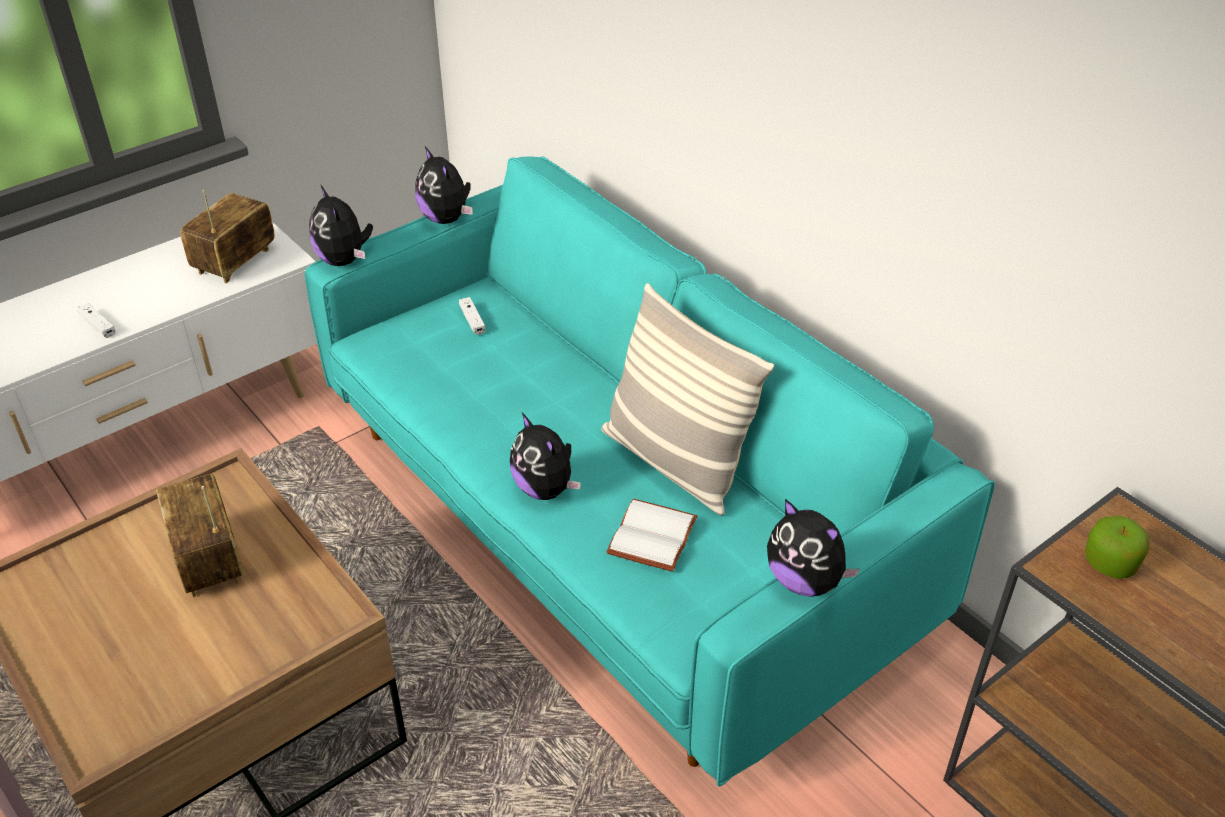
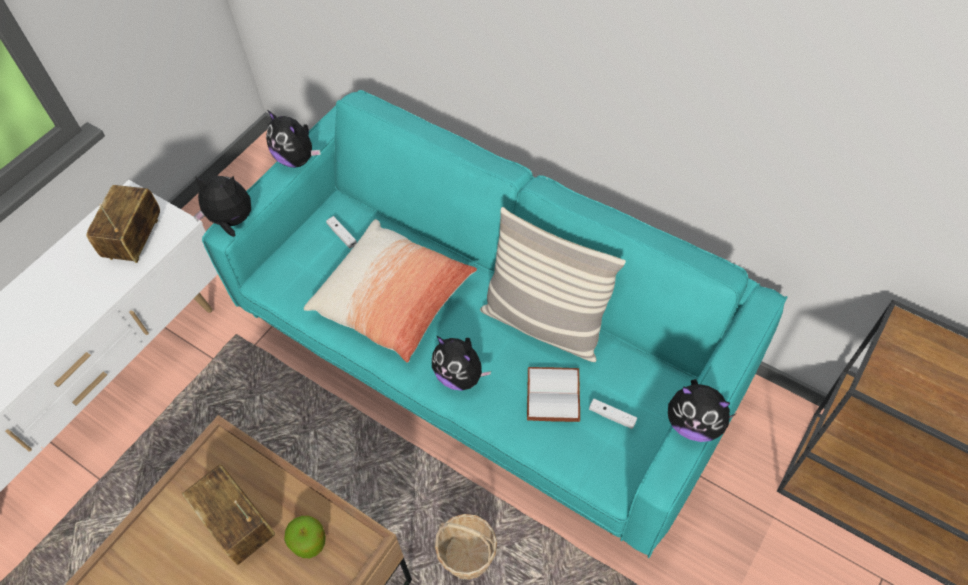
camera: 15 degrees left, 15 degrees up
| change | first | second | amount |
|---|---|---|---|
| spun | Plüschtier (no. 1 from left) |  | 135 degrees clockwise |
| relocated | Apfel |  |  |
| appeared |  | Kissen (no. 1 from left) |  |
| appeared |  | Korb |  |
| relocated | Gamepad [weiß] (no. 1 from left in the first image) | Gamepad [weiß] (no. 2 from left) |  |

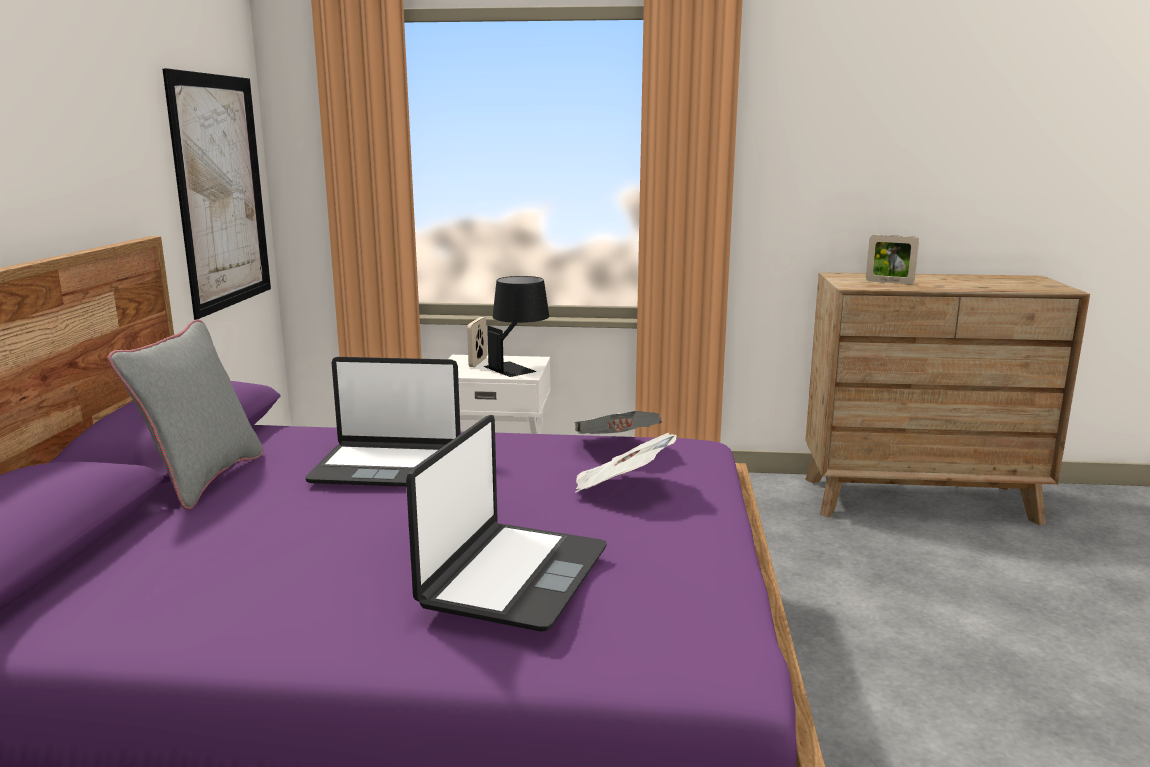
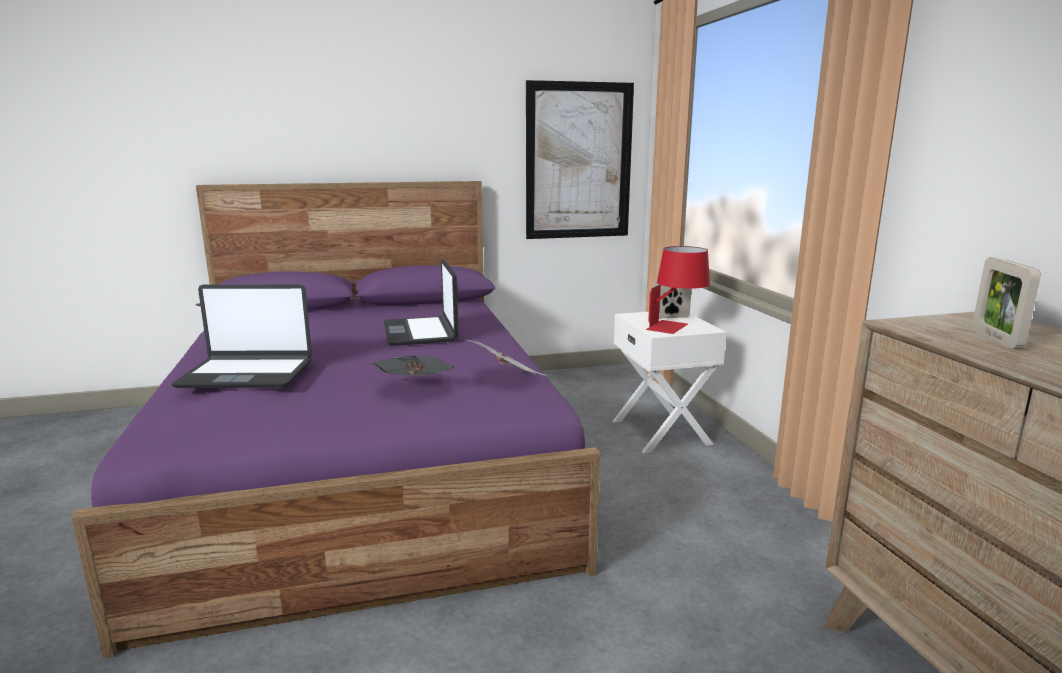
camera: 70 degrees right, 0 degrees up
| change | first | second | amount |
|---|---|---|---|
| colour | Tischlampe [schwarz] | Tischlampe [rot] |  |
| missing | Kissen [grau] |  |  |

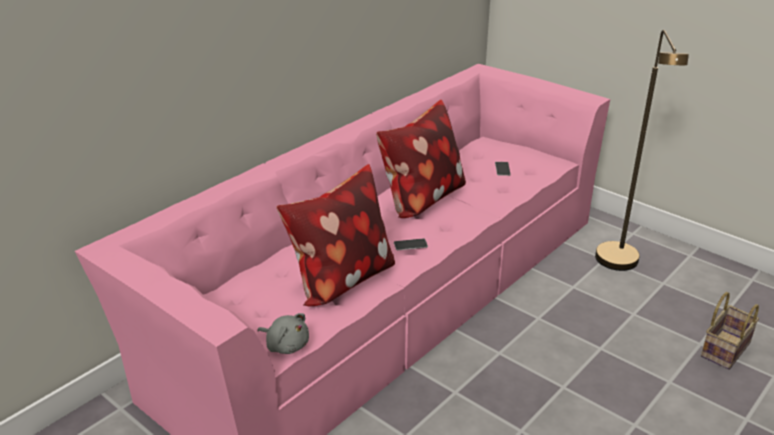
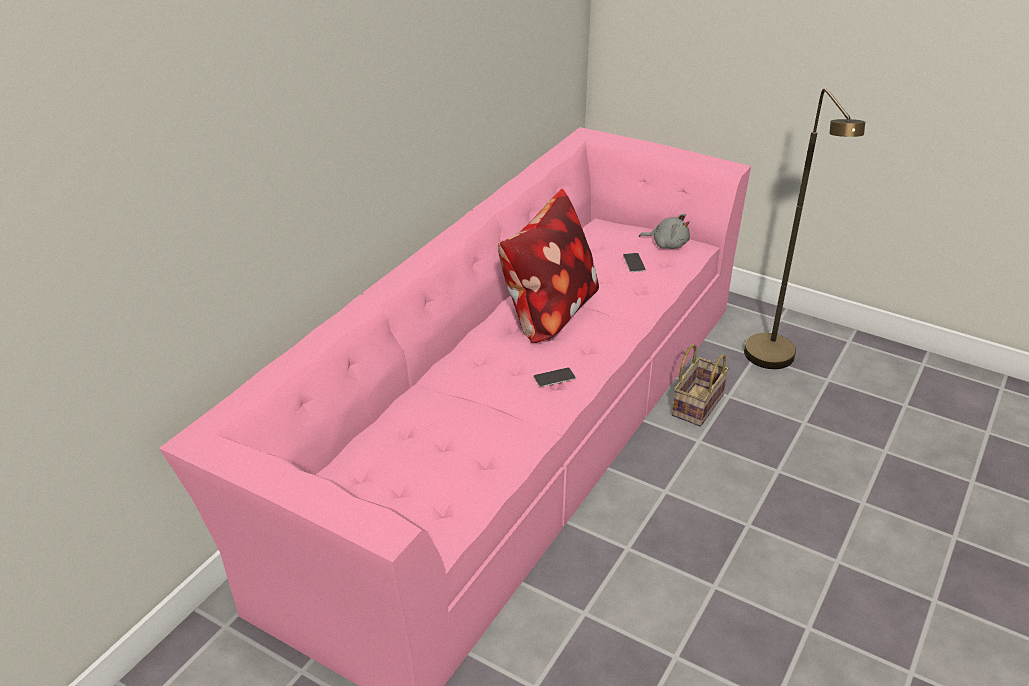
camera: 10 degrees left, 5 degrees up
| change | first | second | amount |
|---|---|---|---|
| relocated | Plüschtier [grau] |  |  |
| relocated | Korb |  |  |
| missing | Kissen (no. 1 from left) |  |  |

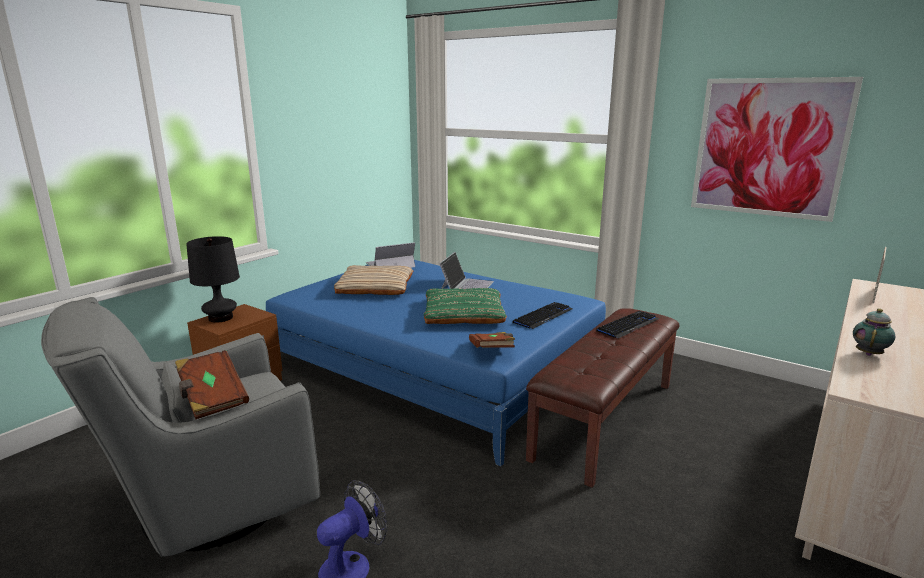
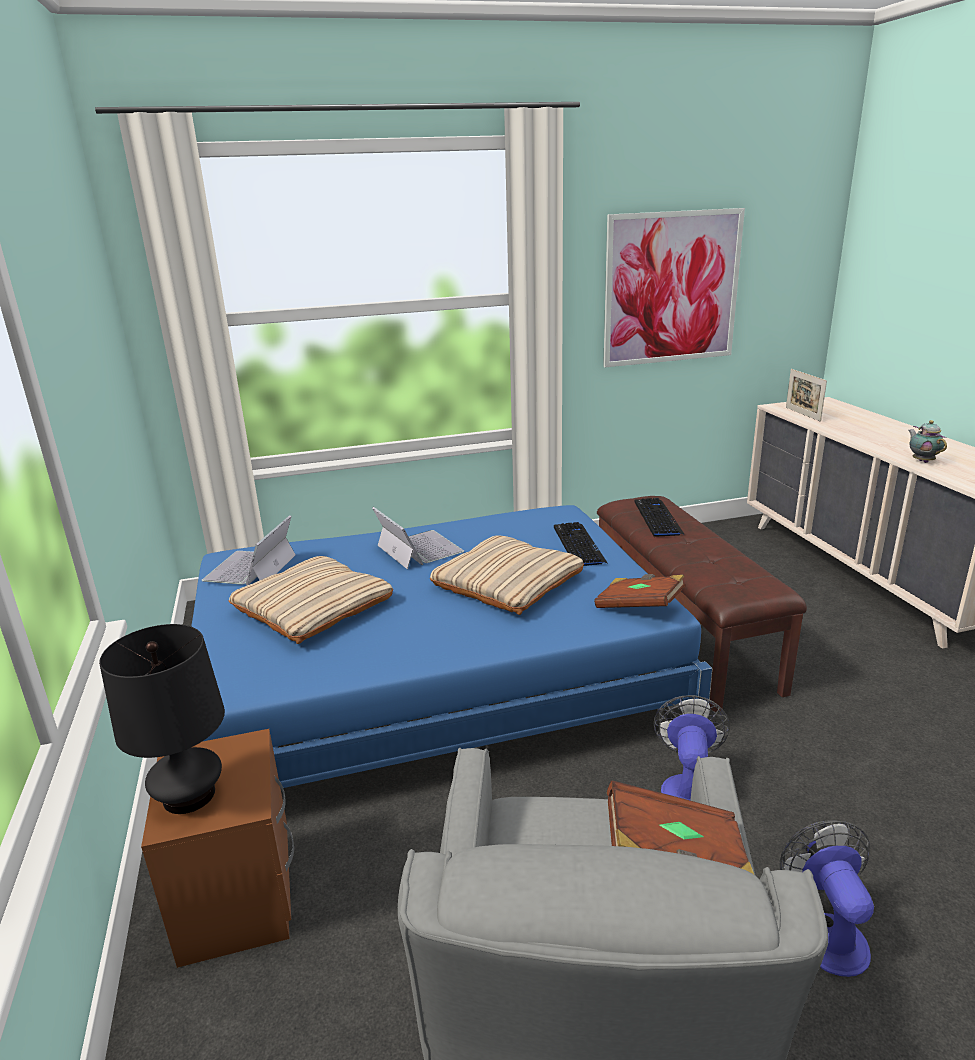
camera: 50 degrees left, 5 degrees up
| change | first | second | amount |
|---|---|---|---|
| colour | Kissen [grün] | Kissen [beige] (no. 2 from left) |  |
| appeared |  | Ventilator (no. 1 from left) |  |

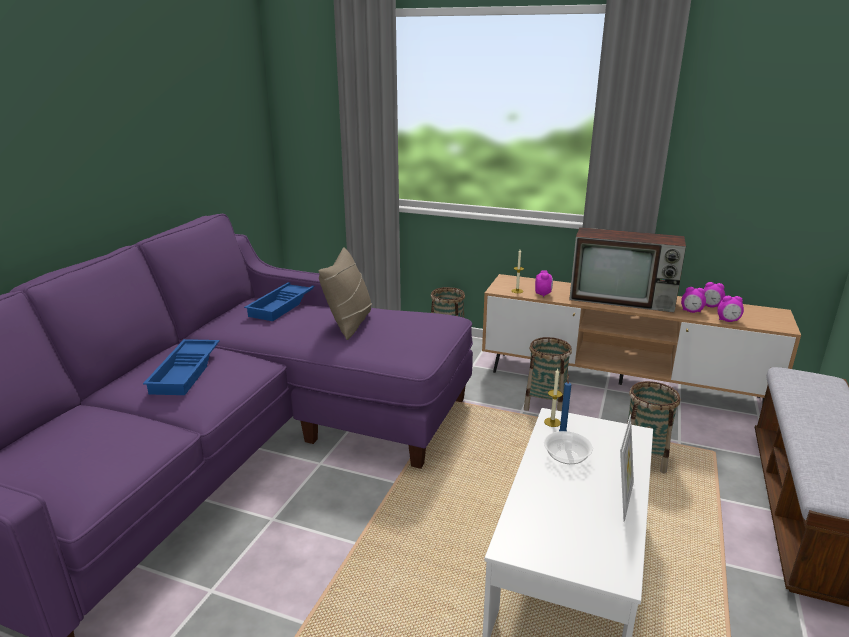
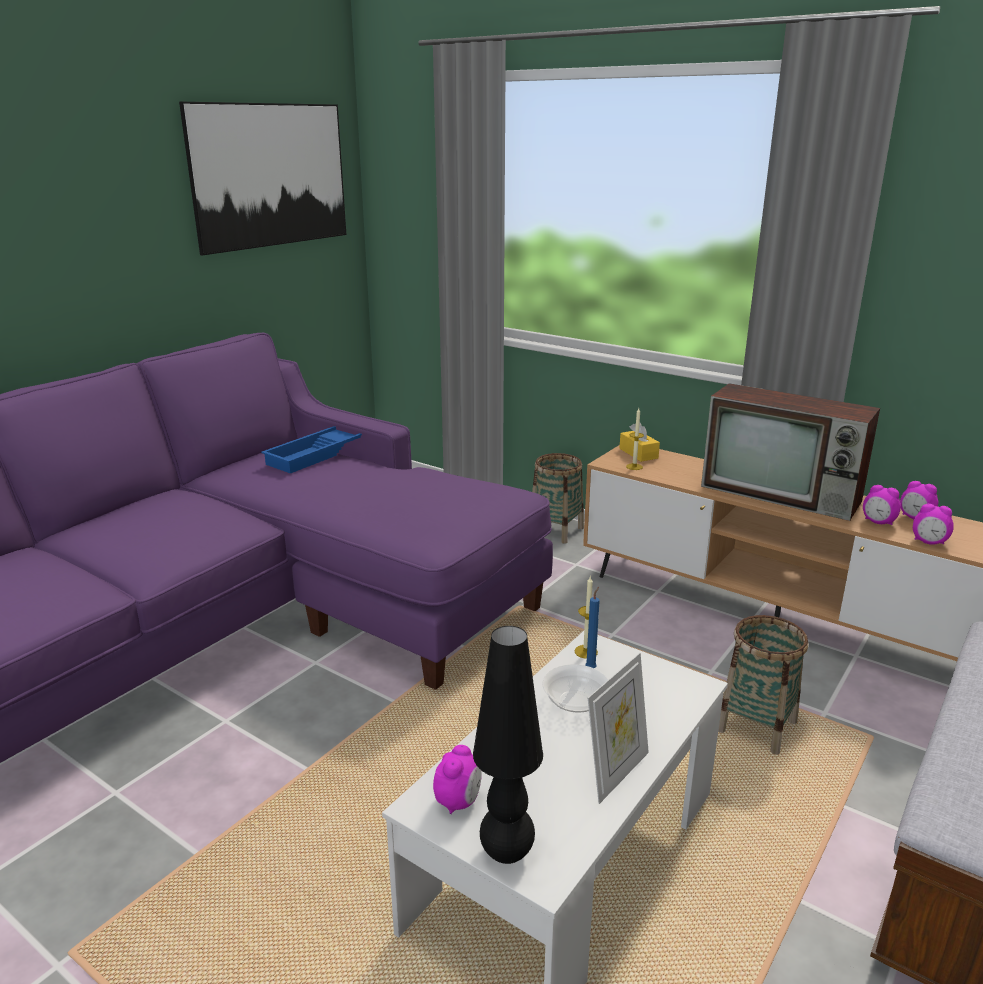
camera: 15 degrees right, 0 degrees up
| change | first | second | amount |
|---|---|---|---|
| appeared |  | Bild |  |
| relocated | Wecker (no. 1 from left) |  |  |
| appeared |  | Tischlampe [schwarz] |  |
| appeared |  | Taschentuchbox [gelb] |  |
| missing | Tablett [blau] (no. 1 from left) |  |  |
| missing | Kissen [beige] |  |  |
| missing | Korb (no. 2 from left) |  |  |

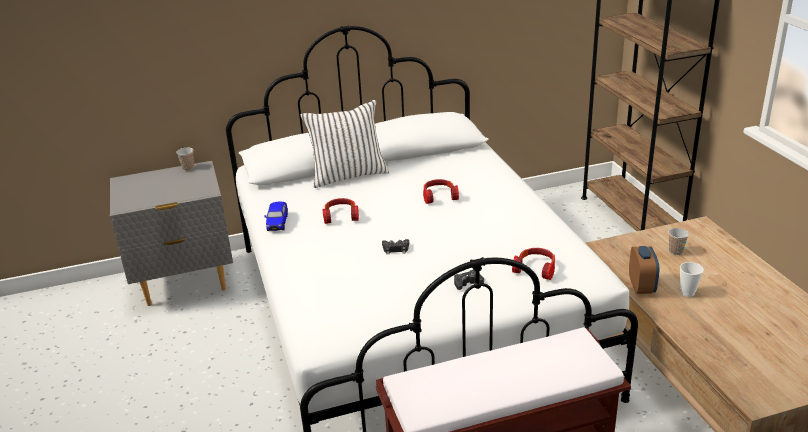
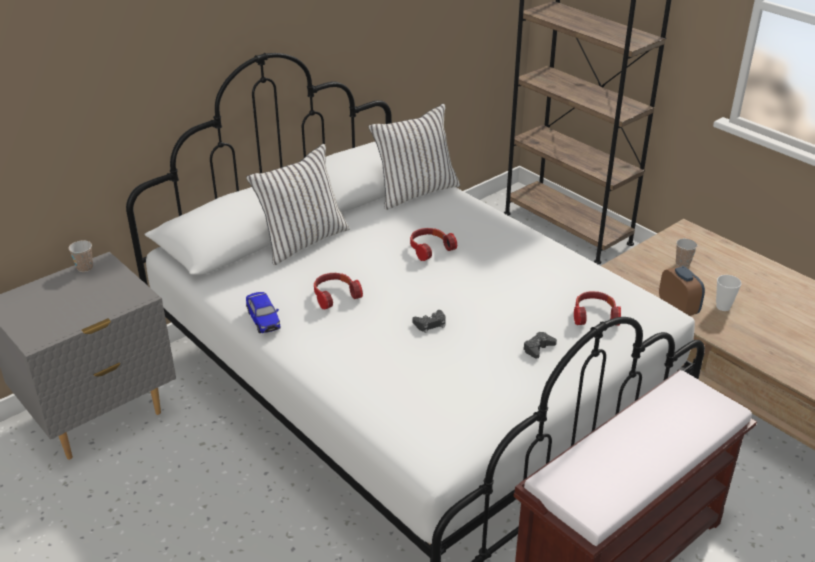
camera: 25 degrees left, 5 degrees up
| change | first | second | amount |
|---|---|---|---|
| appeared |  | Kissen [weiß] (no. 2 from left) |  |

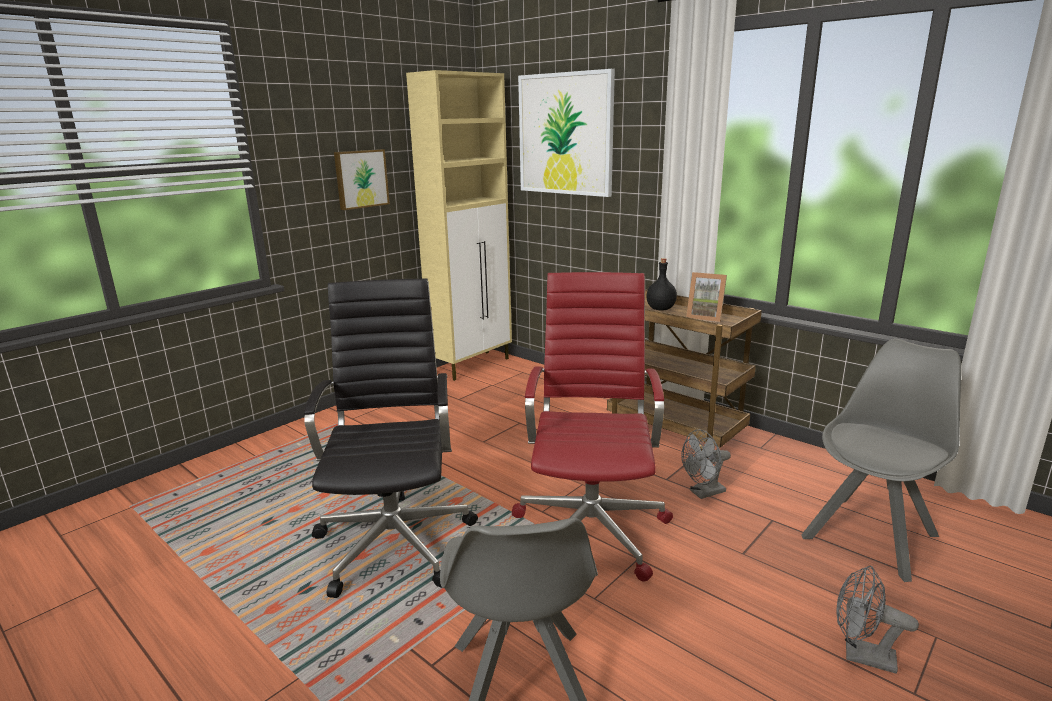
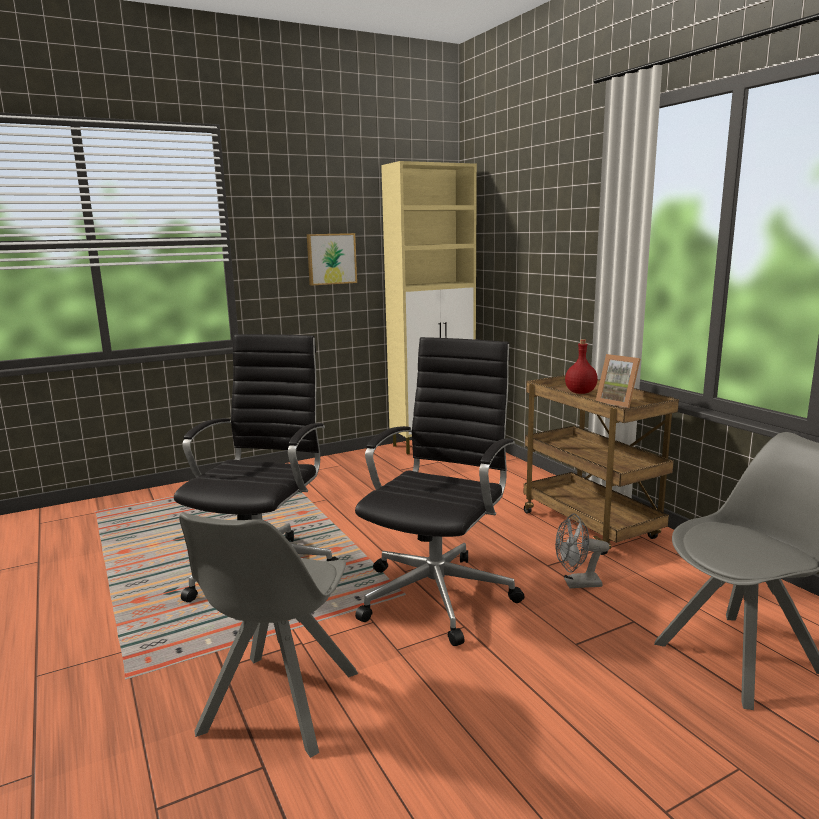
camera: 20 degrees right, 5 degrees down
| change | first | second | amount |
|---|---|---|---|
| colour | Bürostuhl [rot] | Bürostuhl [schwarz] (no. 2 from left) |  |
| colour | Flasche [schwarz] | Flasche [rot] |  |
| missing | Bild (no. 2 from left) |  |  |
| missing | Ventilator [grau] (no. 2 from left) |  |  |

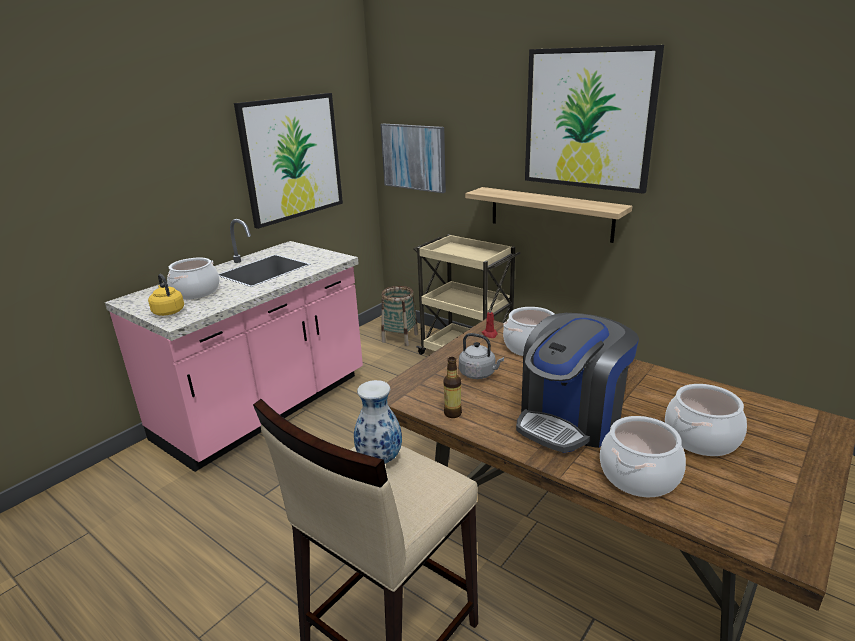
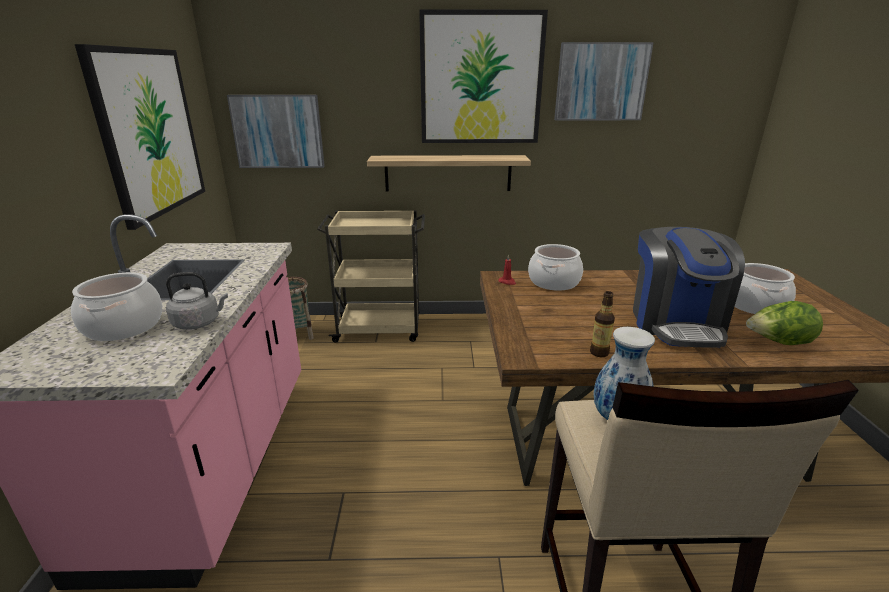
camera: 40 degrees left, 0 degrees up
| change | first | second | amount |
|---|---|---|---|
| relocated | Wasserkessel [grau] |  |  |
| appeared |  | Bild (no. 4 from left) |  |
| exchanged | Kochtopf (no. 3 from left) | Salatkopf |  |
| missing | Wasserkessel [gelb] |  |  |

